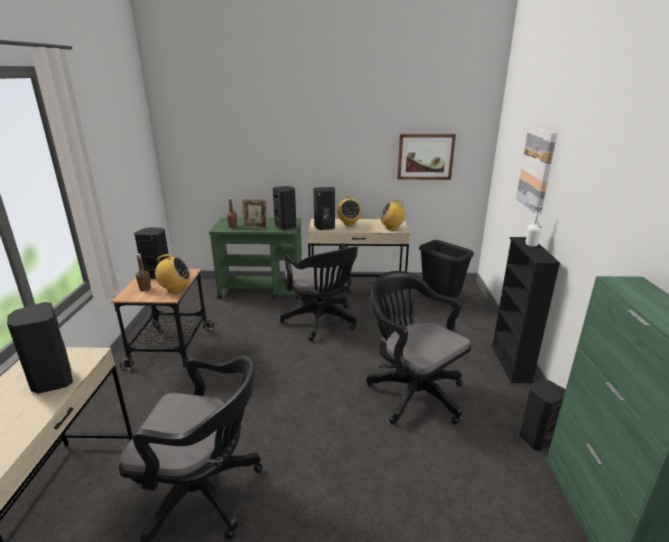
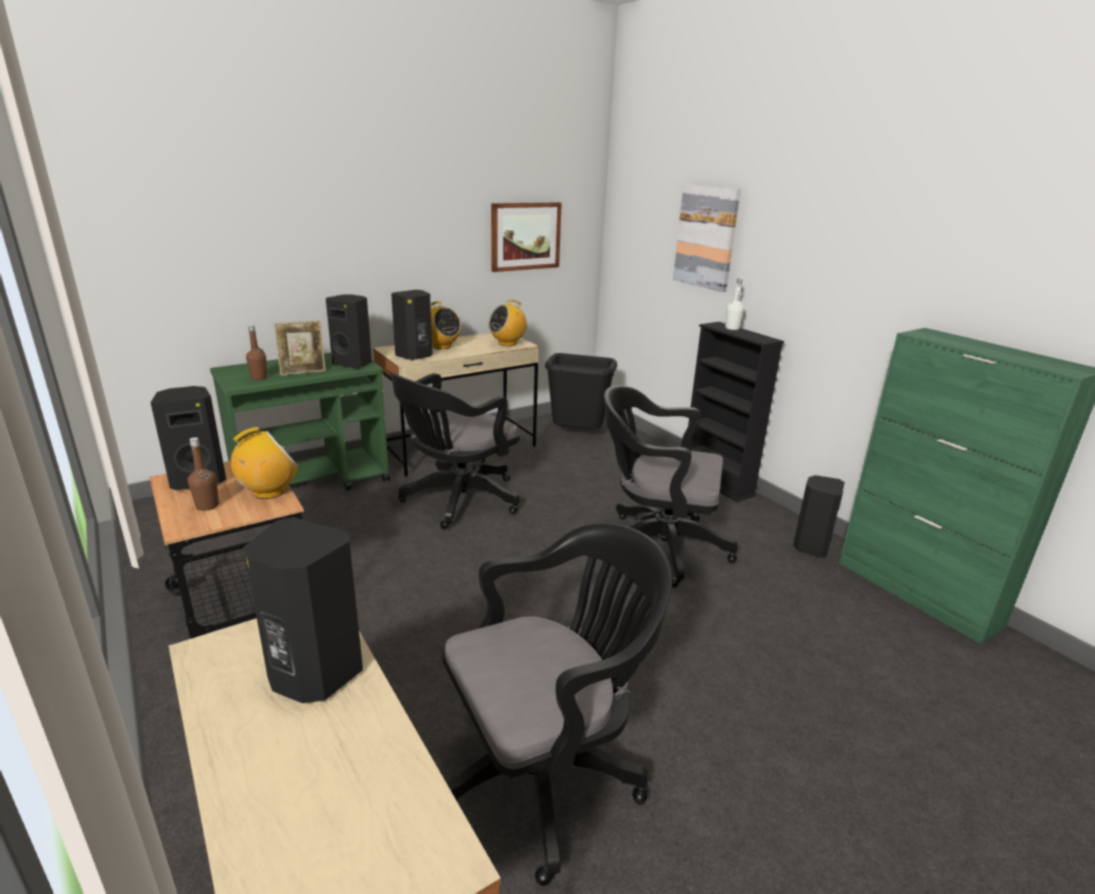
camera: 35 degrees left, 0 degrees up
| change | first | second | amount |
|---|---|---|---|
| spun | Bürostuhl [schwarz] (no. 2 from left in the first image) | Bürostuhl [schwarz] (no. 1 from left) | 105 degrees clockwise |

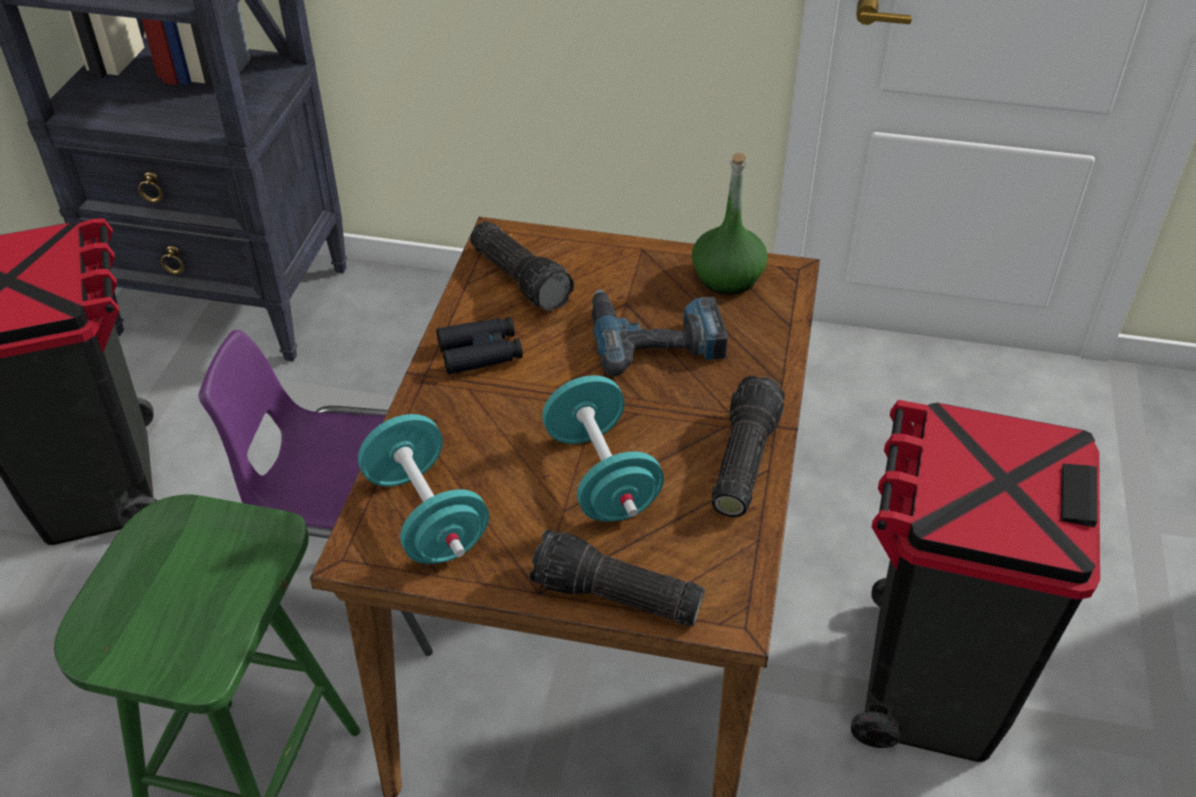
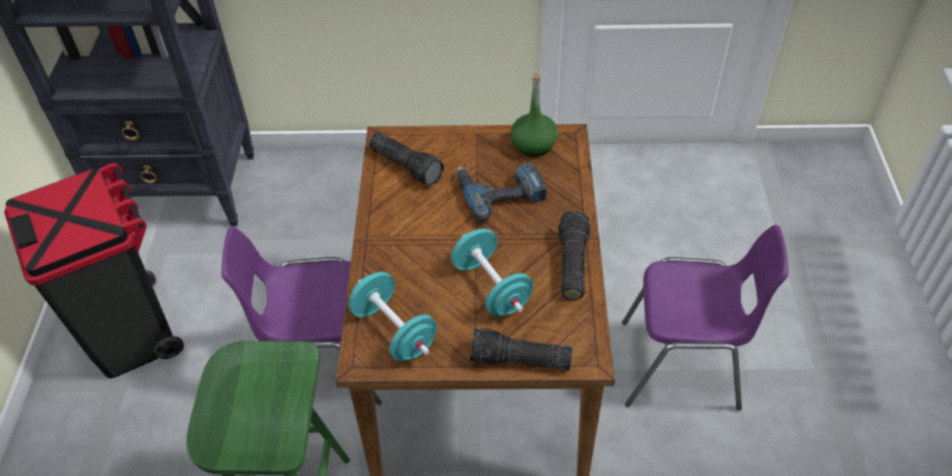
camera: 10 degrees left, 5 degrees up
| change | first | second | amount |
|---|---|---|---|
| exchanged | Mülleimer [schwarz] (no. 2 from left) | Stuhl [lila] (no. 2 from left) |  |
| missing | Fernglas [schwarz] |  |  |

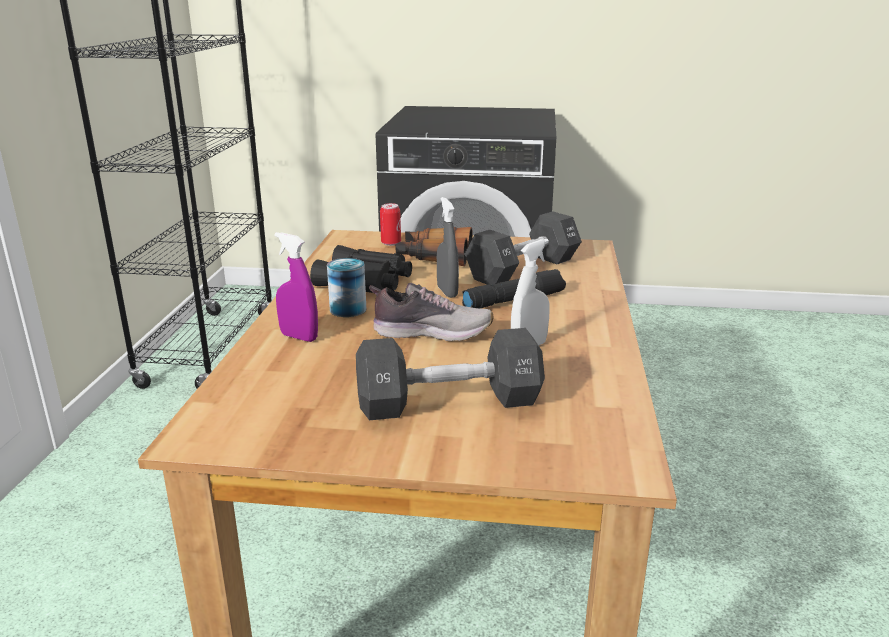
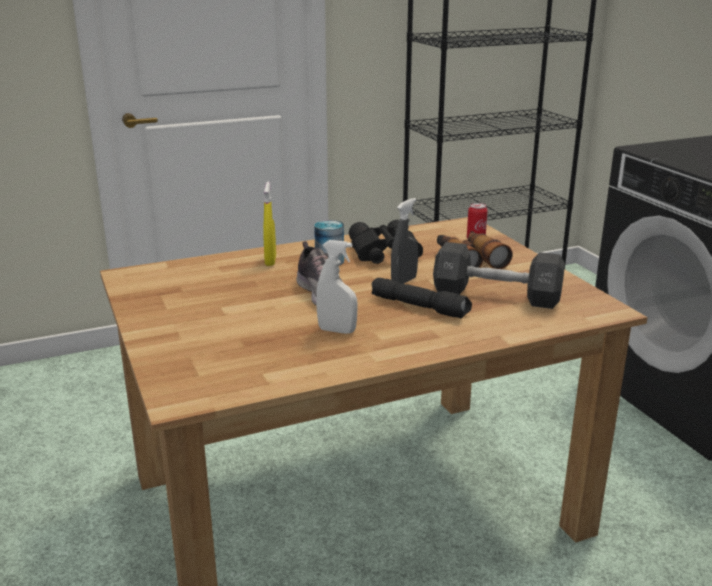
camera: 60 degrees right, 0 degrees up
| change | first | second | amount |
|---|---|---|---|
| colour | Sprühflasche [lila] | Sprühflasche [gelb] |  |
| missing | Hantel [schwarz] (no. 1 from left) |  |  |

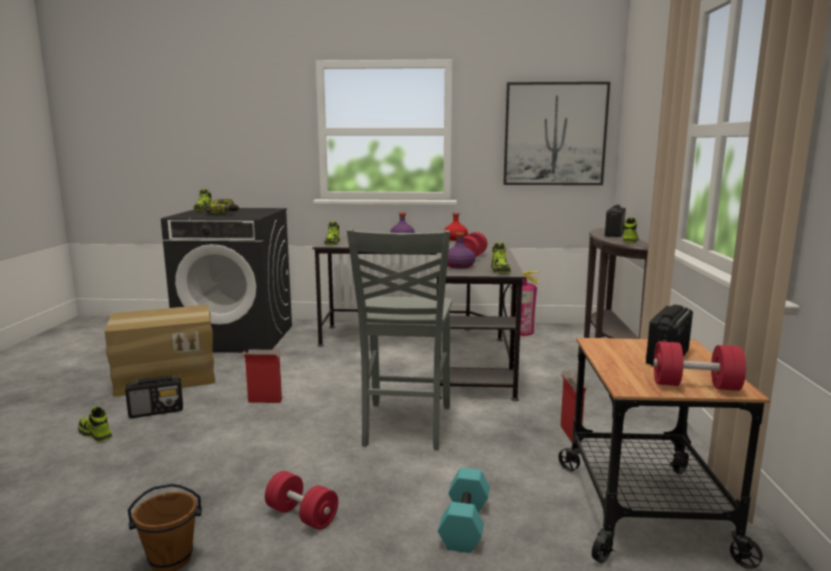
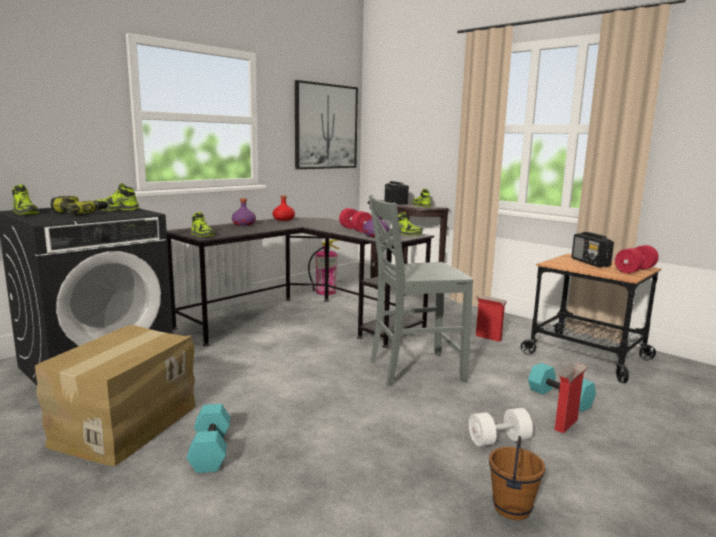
camera: 50 degrees left, 0 degrees up
| change | first | second | amount |
|---|---|---|---|
| relocated | Schuh (no. 1 from left in the first image) | Schuh (no. 2 from left) |  |
| exchanged | Radio (no. 1 from left) | Hantel [türkis] (no. 1 from left) |  |
| spun | Stuhl [grau] |  | 120 degrees clockwise |
| colour | Hantel [rot] (no. 1 from left) | Hantel [weiß] |  |
| relocated | Karton (no. 2 from left in the first image) | Karton (no. 3 from left) |  |

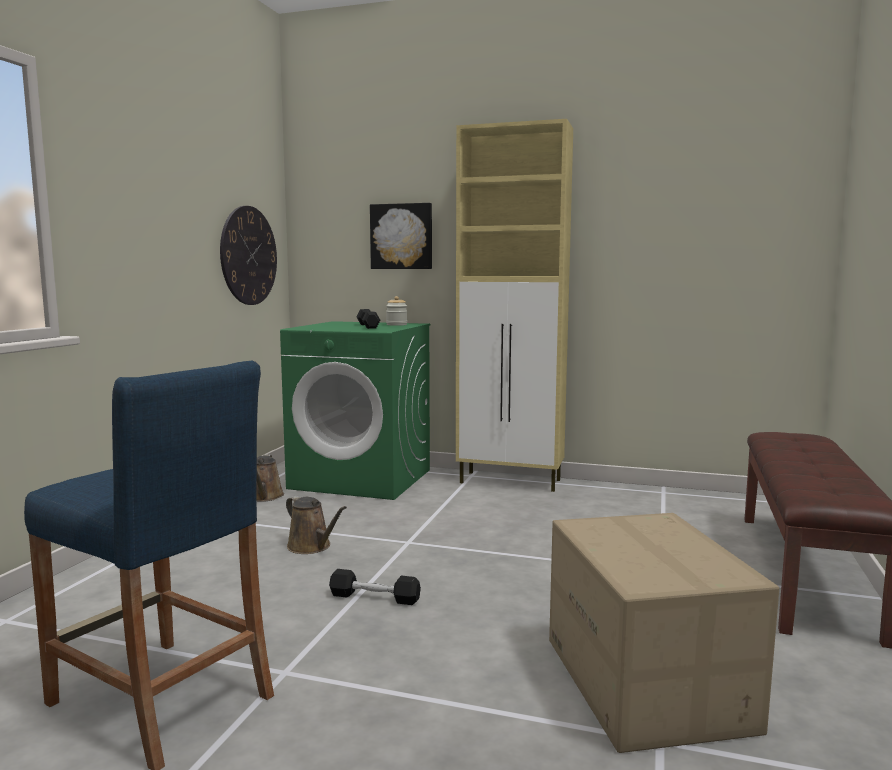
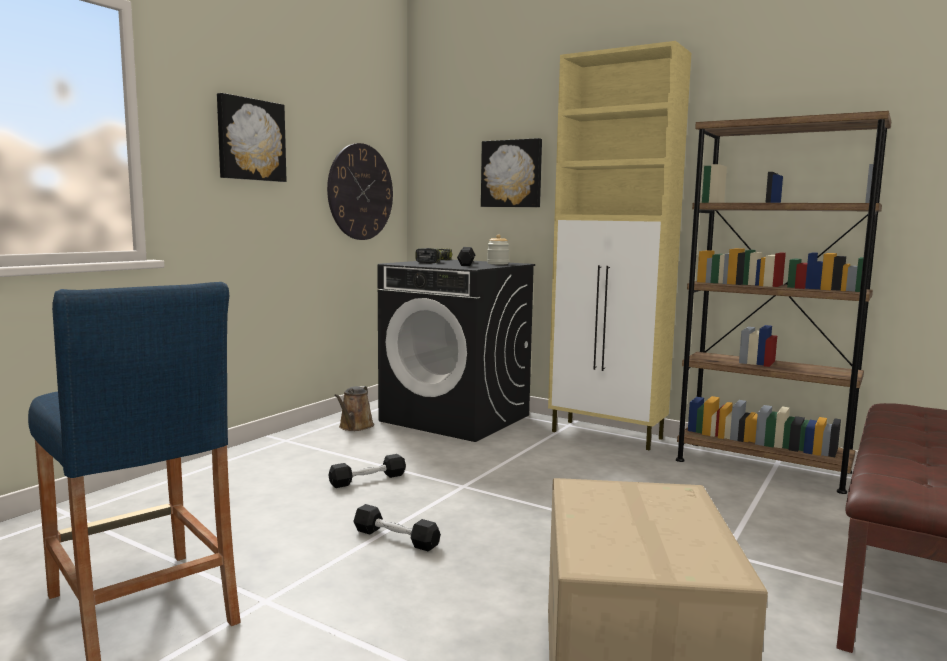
camera: 15 degrees right, 0 degrees up
| change | first | second | amount |
|---|---|---|---|
| appeared |  | Bild (no. 1 from left) |  |
| exchanged | Gießkanne [braun] (no. 2 from left) | Hantel [schwarz] (no. 1 from left) |  |
| colour | Waschmaschine [grün] | Waschmaschine [schwarz] |  |
| appeared |  | Bohrmaschine |  |
| appeared |  | Bücherregal [braun] |  |

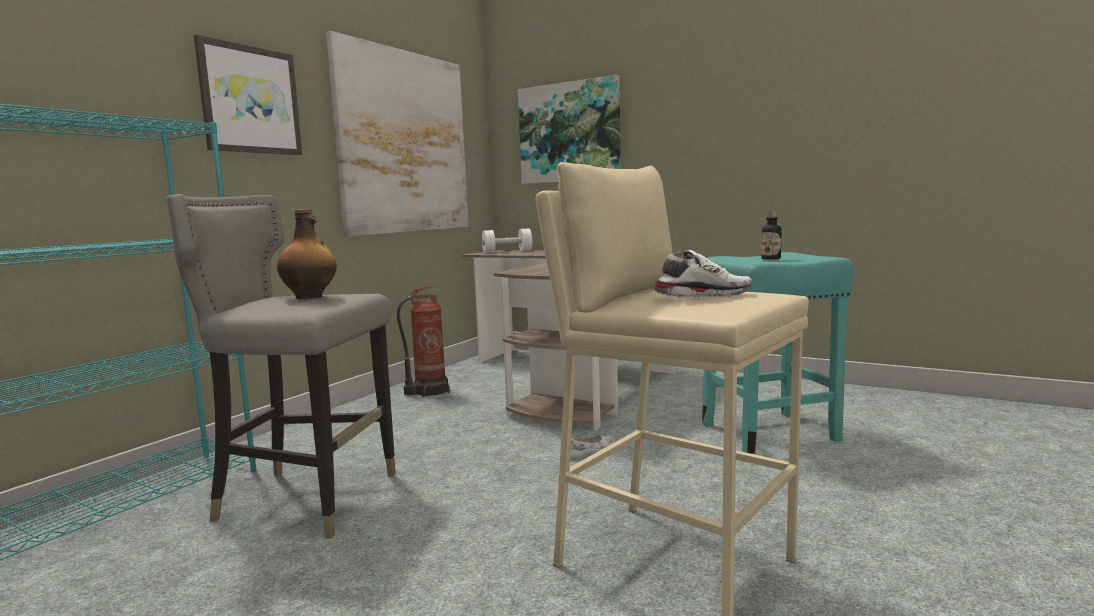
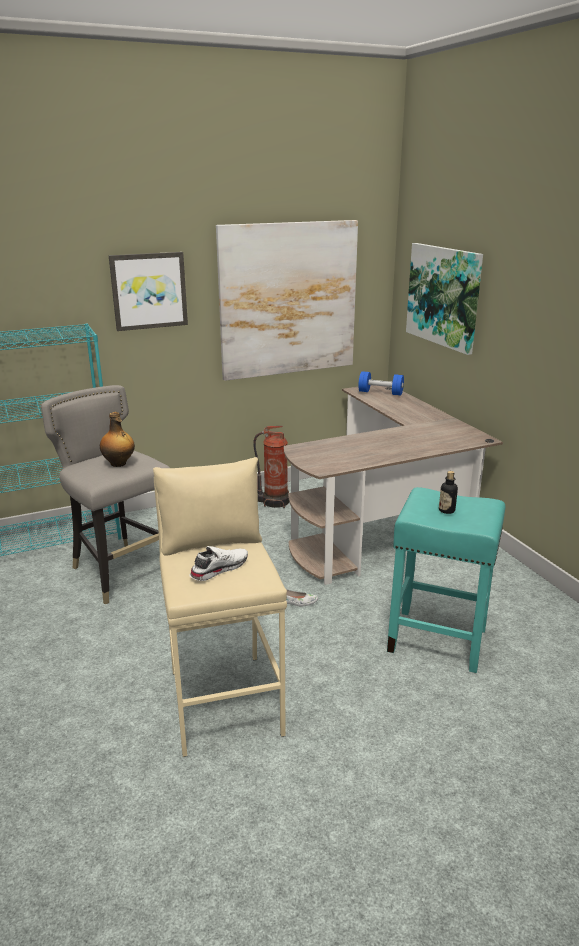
camera: 35 degrees right, 15 degrees up
| change | first | second | amount |
|---|---|---|---|
| spun | Schuh [weiß] (no. 2 from left in the first image) | Schuh [weiß] (no. 1 from left) | 60 degrees counterclockwise |
| colour | Hantel [weiß] | Hantel [blau] |  |

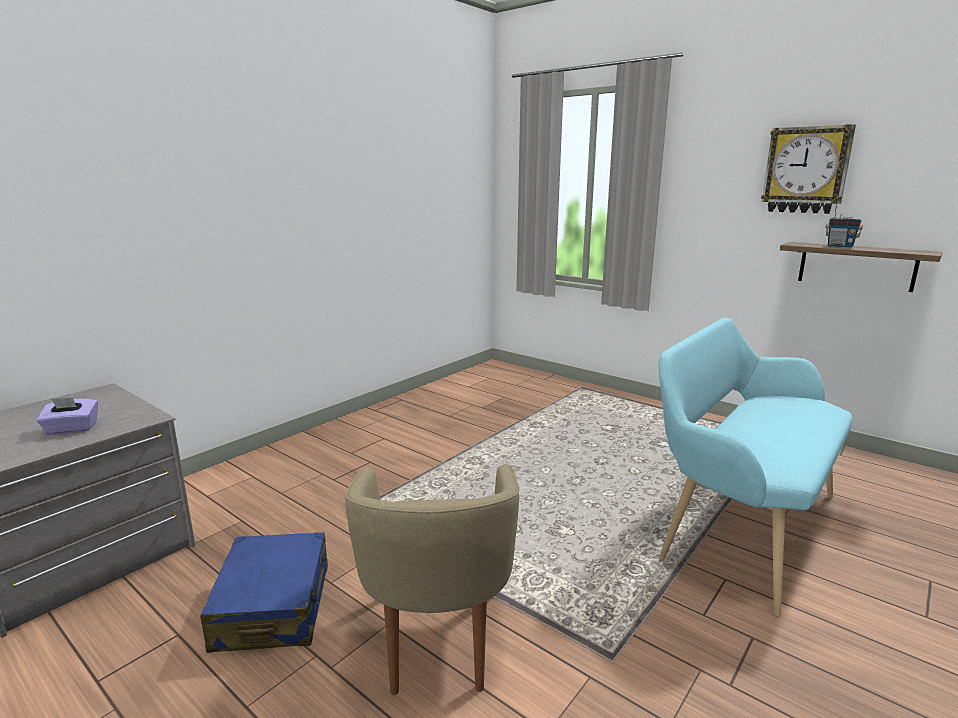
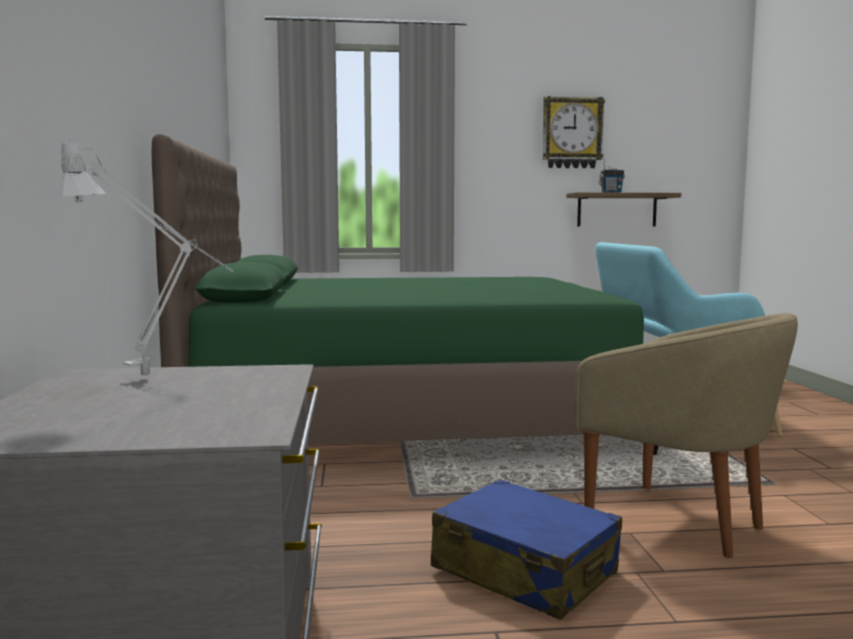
camera: 45 degrees left, 10 degrees down
| change | first | second | amount |
|---|---|---|---|
| appeared |  | Tischlampe [grau] |  |
| appeared |  | Bett [grün] |  |
| missing | Taschentuchbox [lila] |  |  |

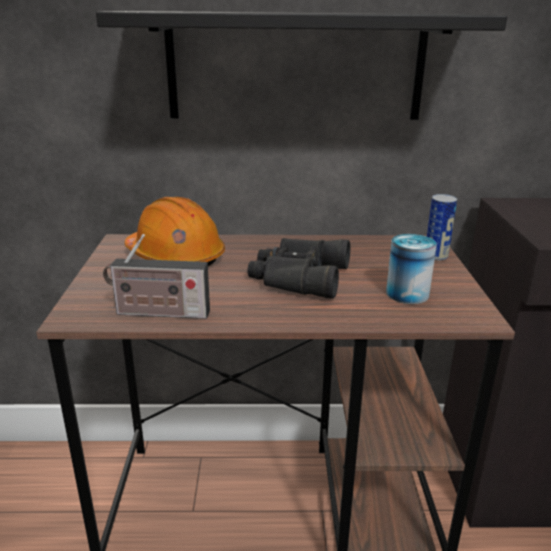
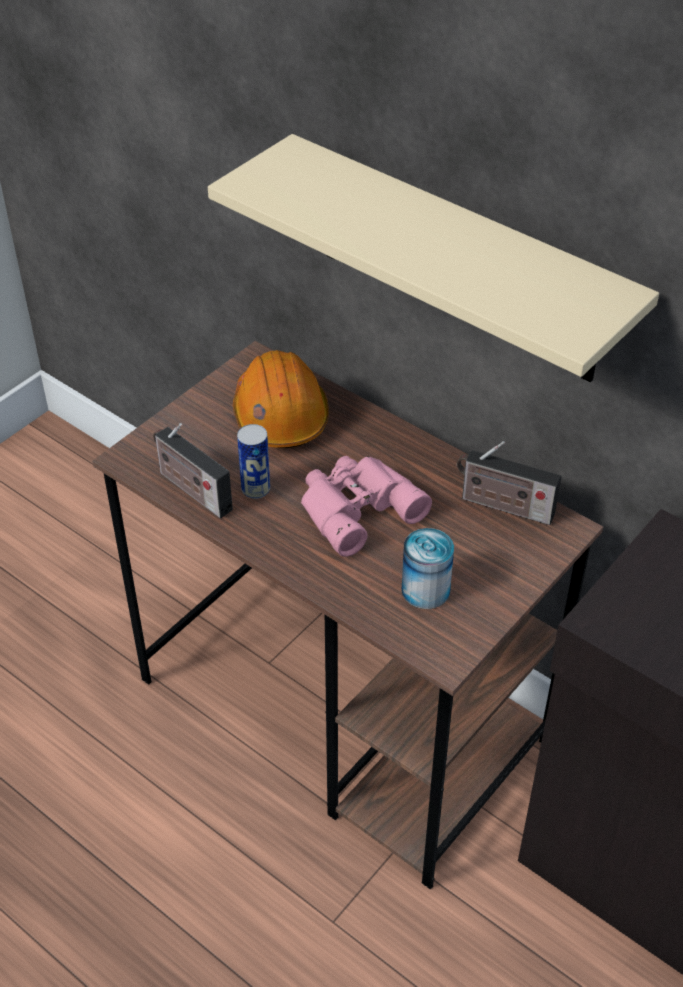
camera: 40 degrees right, 20 degrees up
| change | first | second | amount |
|---|---|---|---|
| colour | Wandregal [schwarz] | Wandregal [beige] |  |
| relocated | Dose (no. 2 from left in the first image) | Dose (no. 1 from left) |  |
| colour | Fernglas [schwarz] | Fernglas [rosa] |  |
| appeared |  | Radio (no. 2 from left) |  |

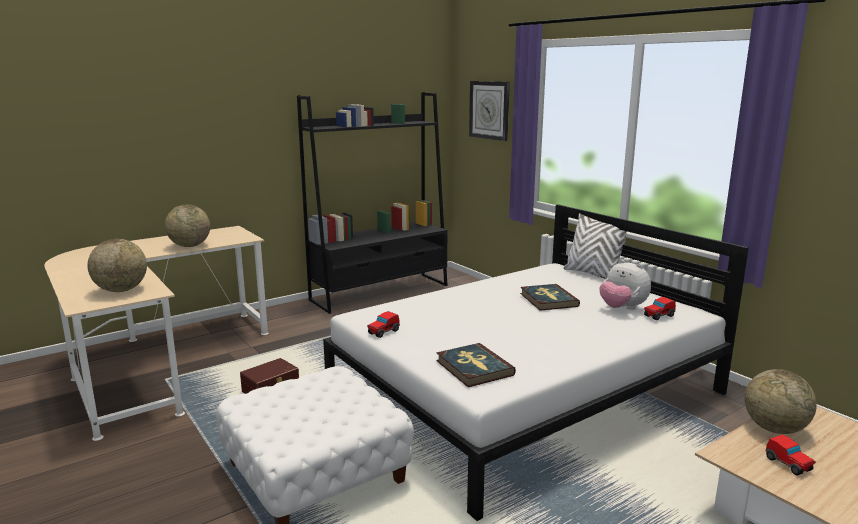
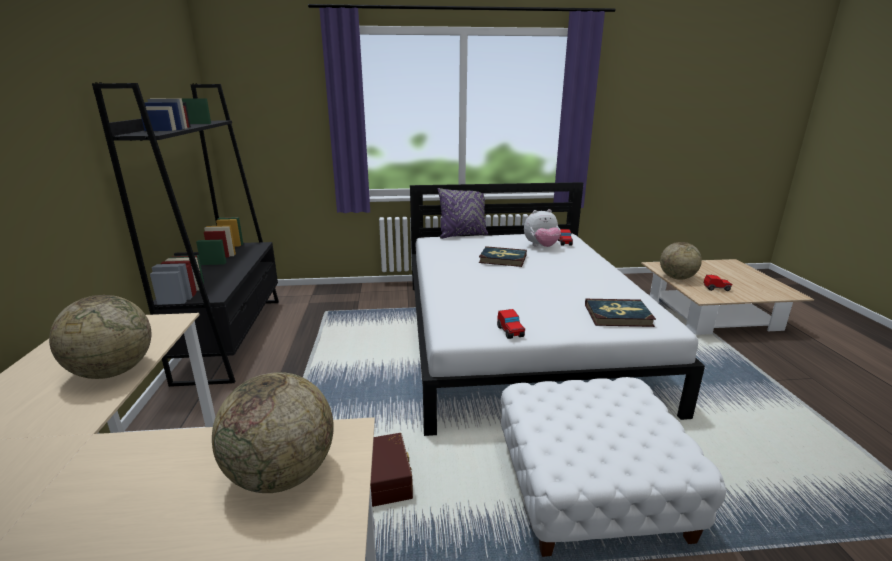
camera: 60 degrees left, 5 degrees up
| change | first | second | amount |
|---|---|---|---|
| colour | Kissen [weiß] | Kissen [lila] |  |
| missing | Wanduhr |  |  |

